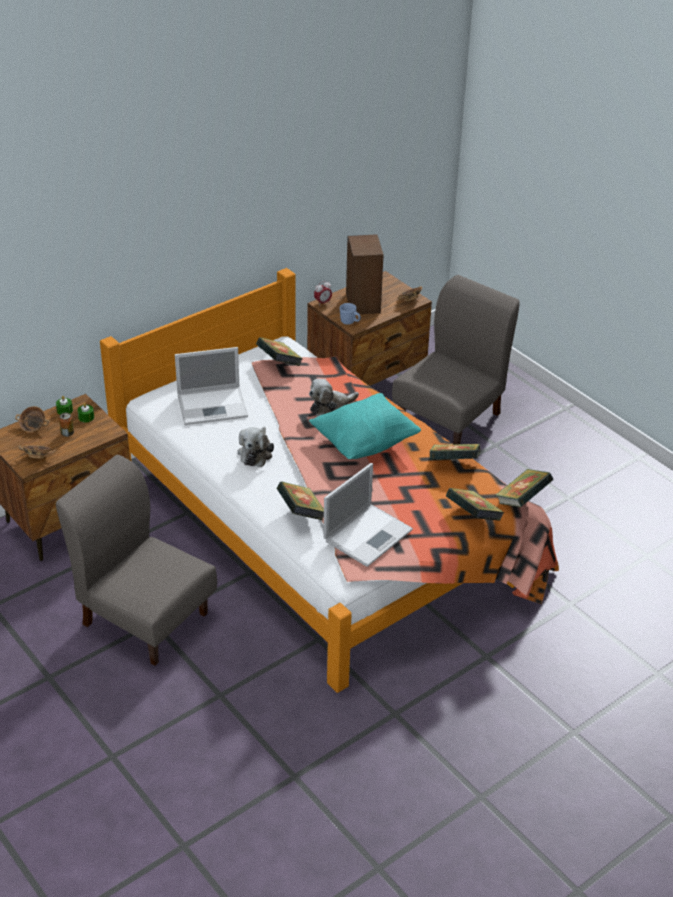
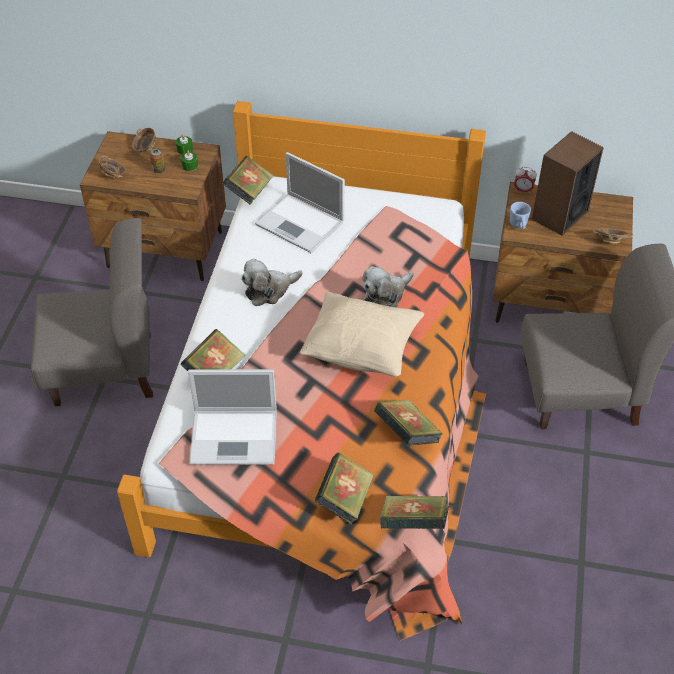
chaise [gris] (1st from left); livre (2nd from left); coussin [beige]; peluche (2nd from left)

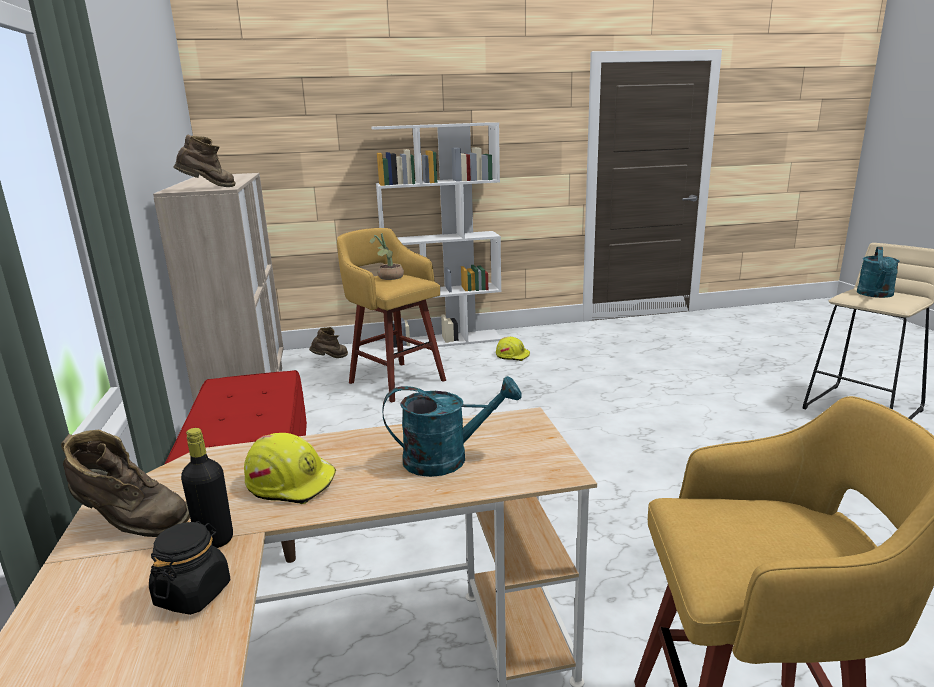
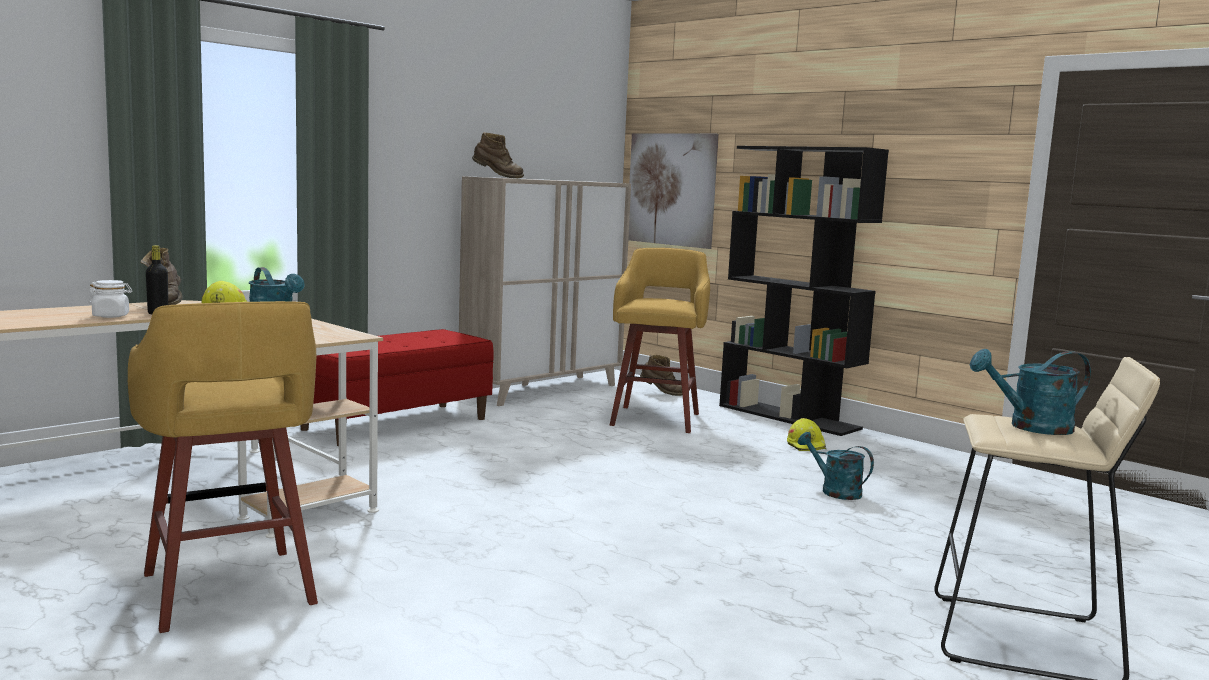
bocal [blanc]; tableau; bibliothèque [noir]; arrosoir [turquoise] (2nd from left); plante en pot

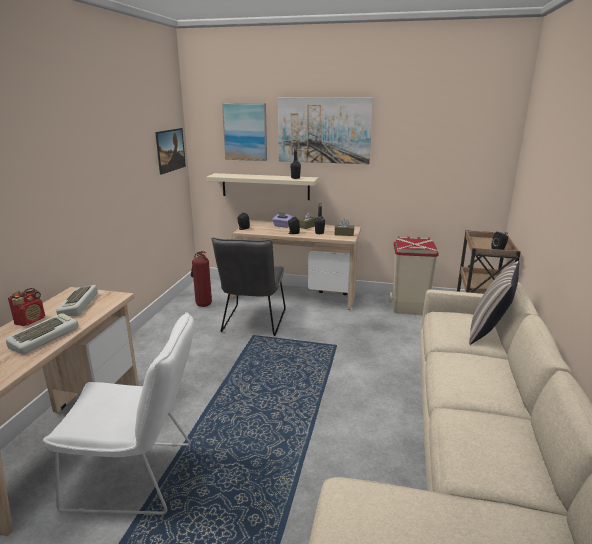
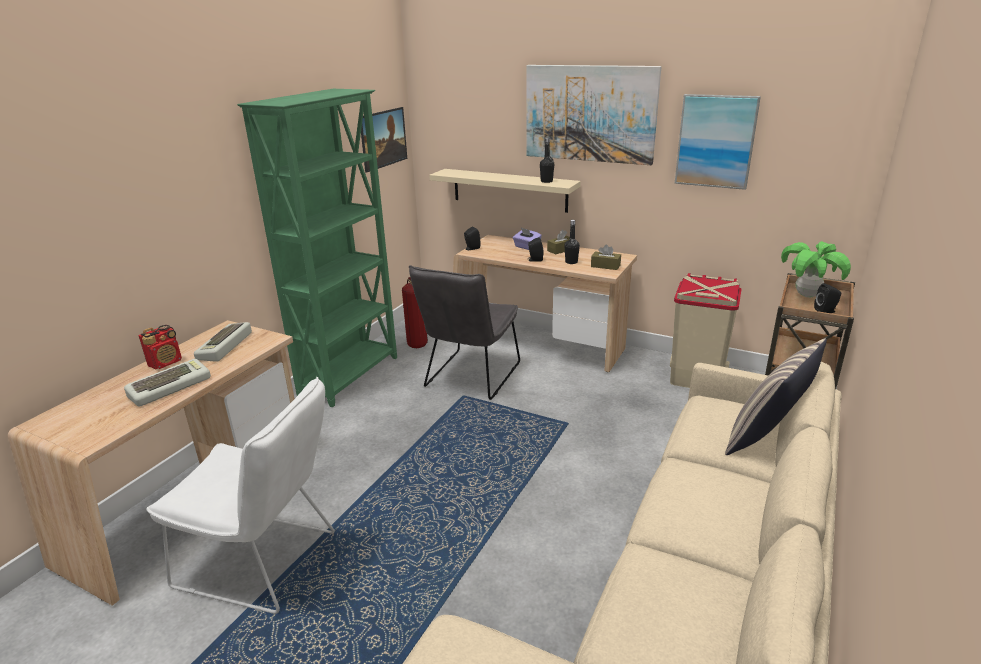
bibliothèque [vert]; tableau (3rd from left); plante en pot

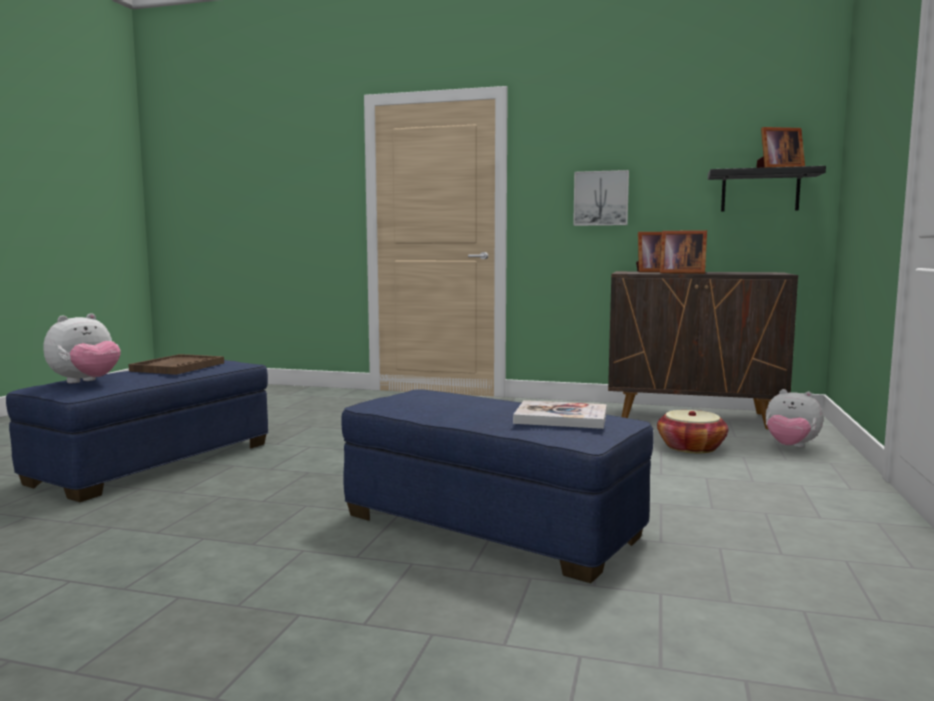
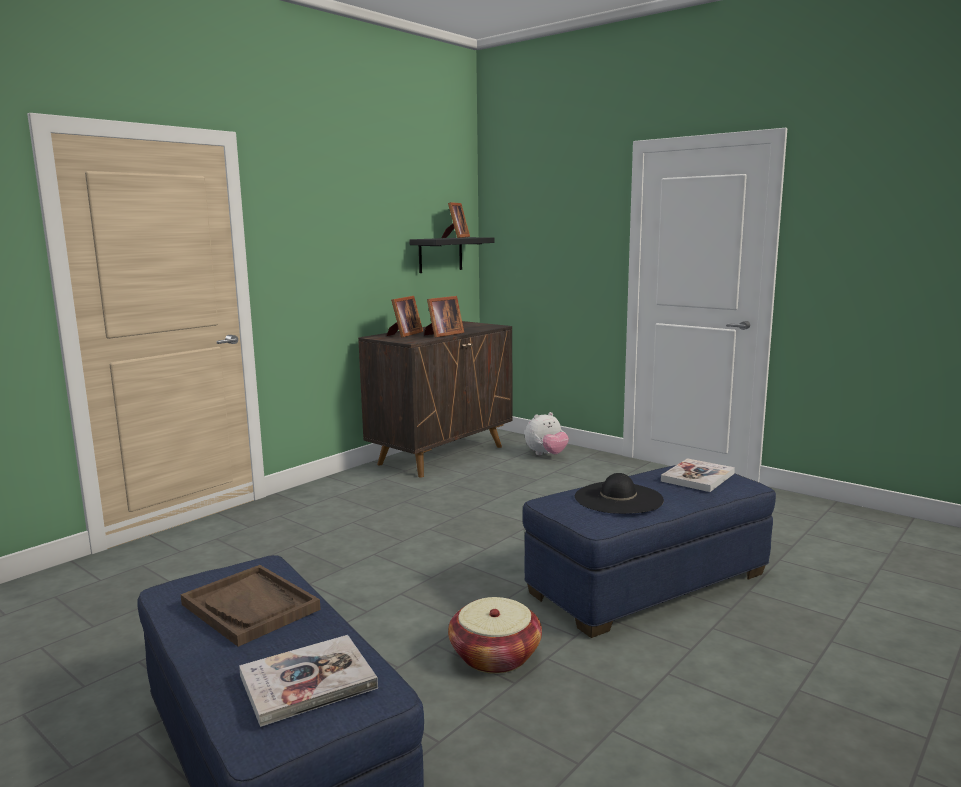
livre (1st from left); panier; chapeau [noir]; tableau

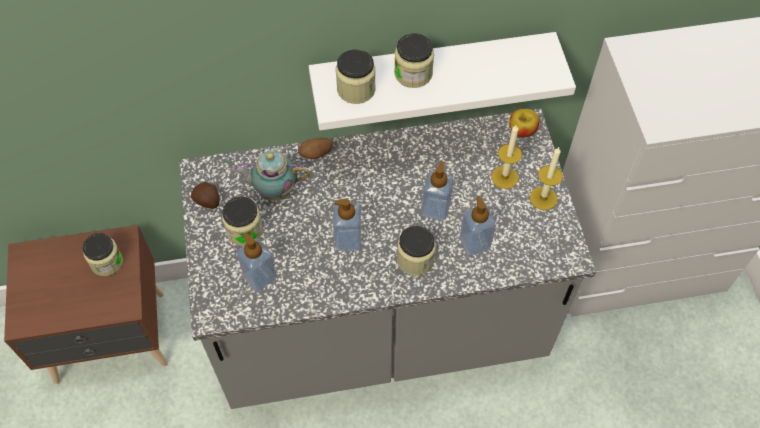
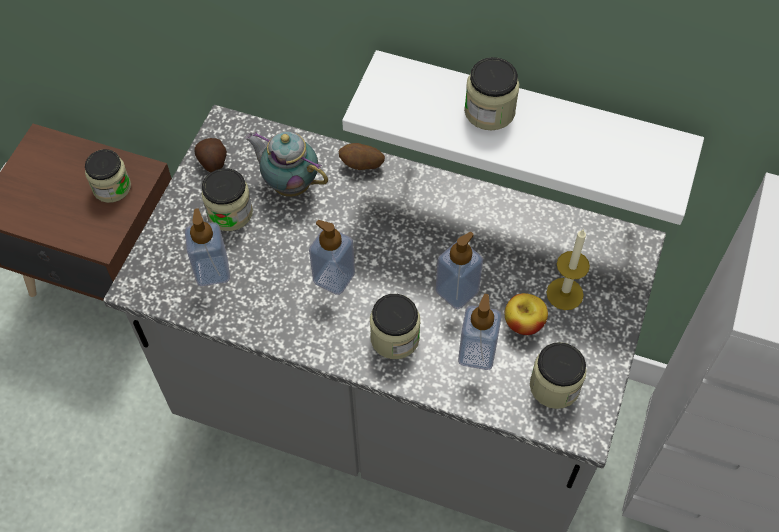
pomme; bocal (5th from left); bougie (2nd from left in the first image)

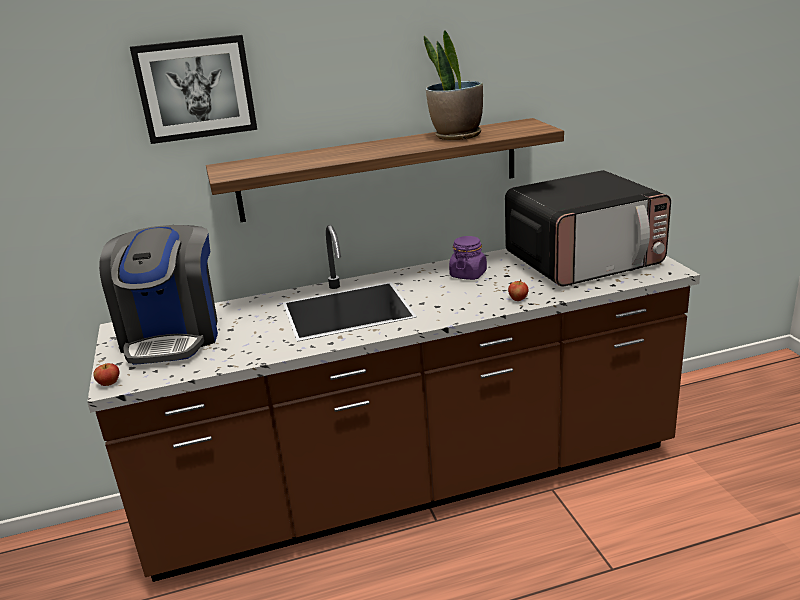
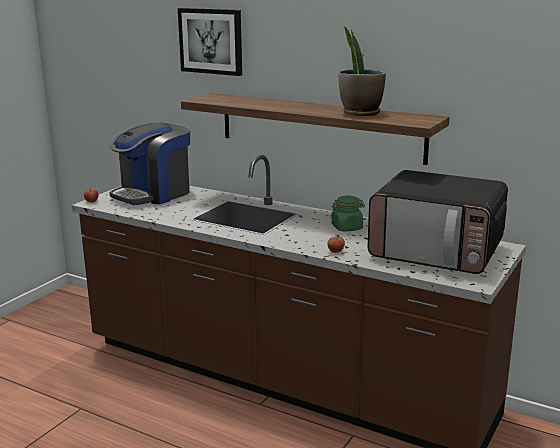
bocal [vert]

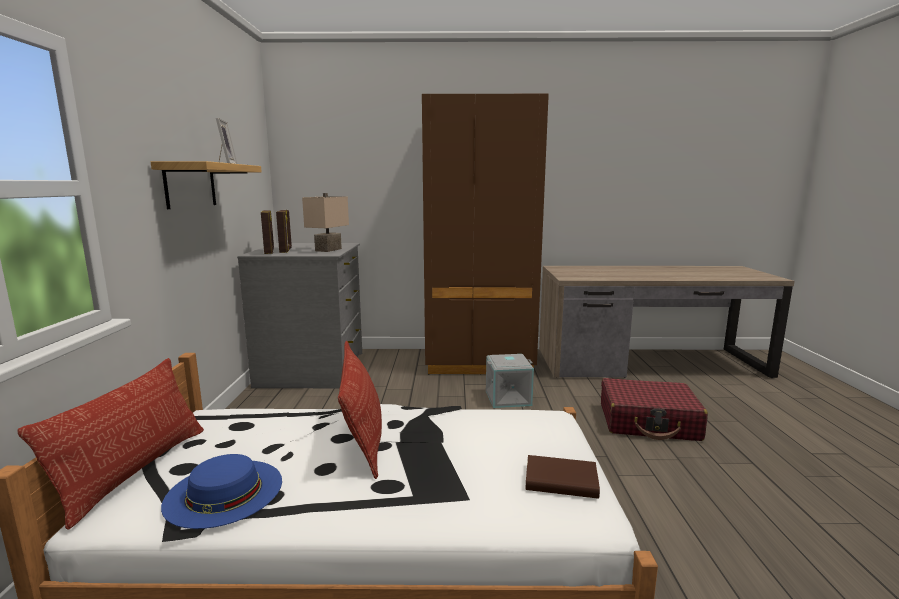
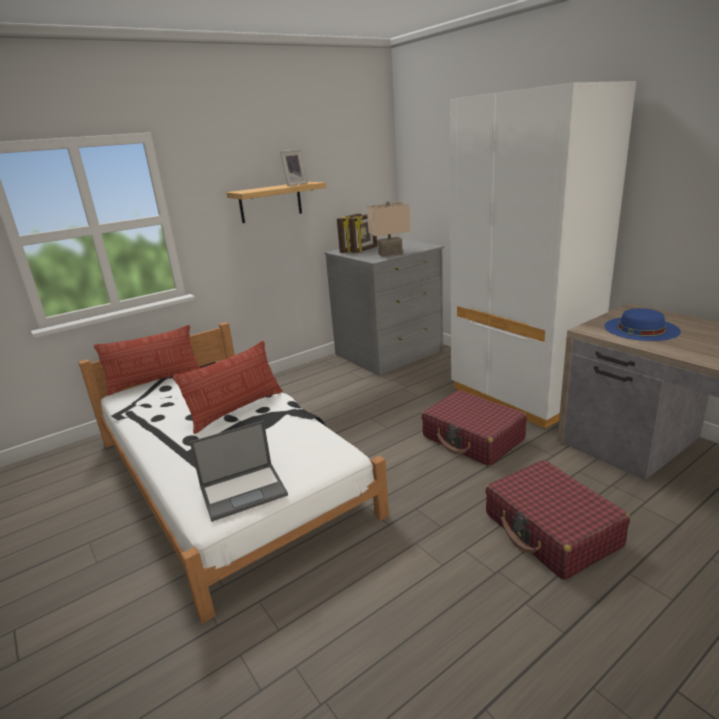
ordinateur portable; valise [rouge] (1st from left); armoire [blanc]; chapeau [bleu]

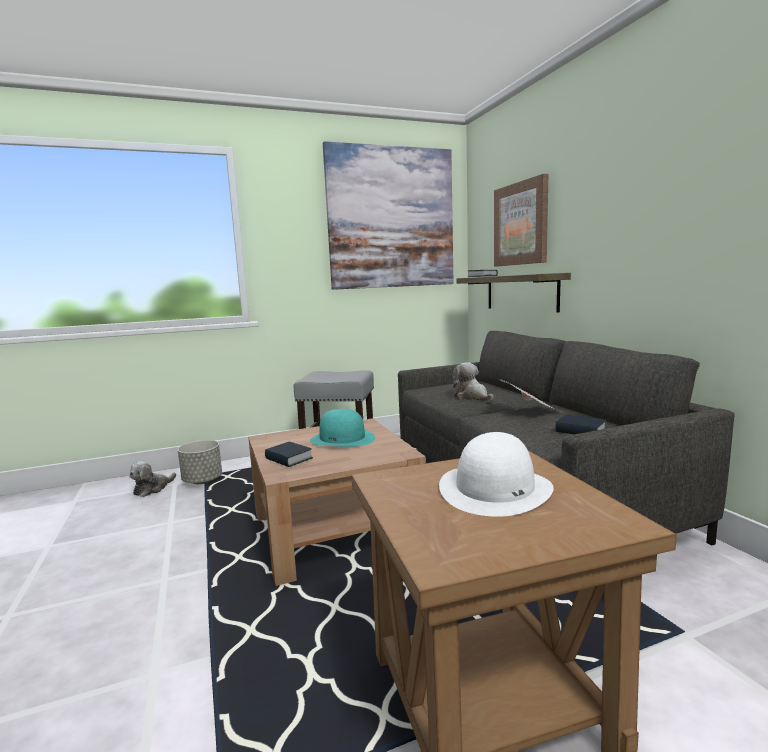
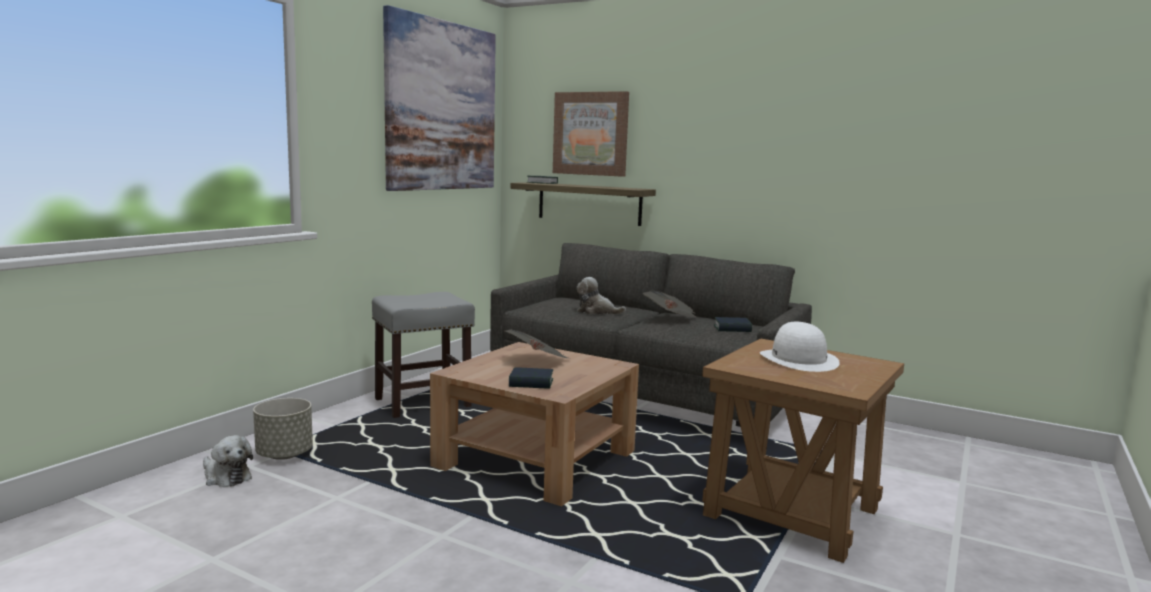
peluche (1st from left); journal (1st from left)

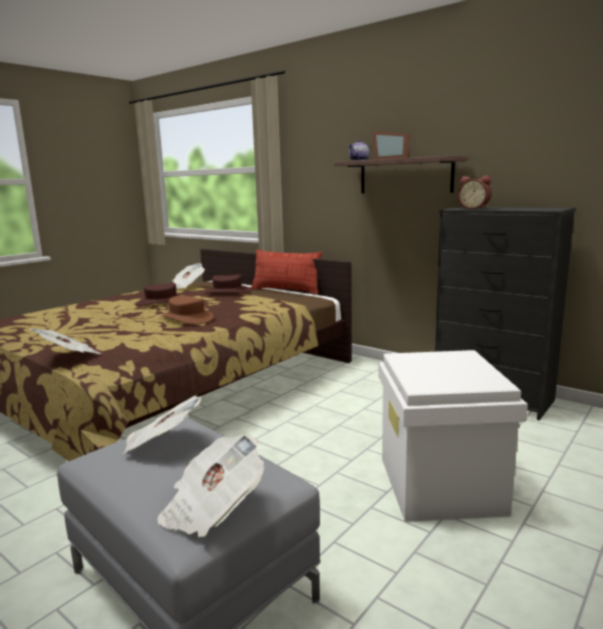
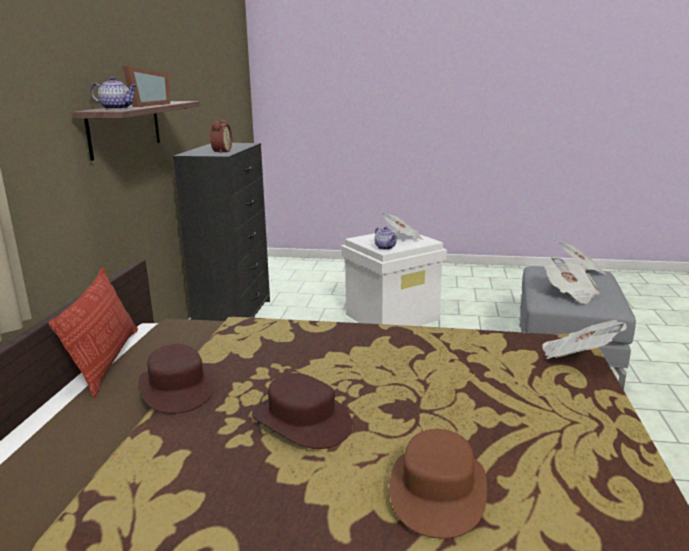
théière (2nd from left); journal (1st from left); chapeau [marron] (3rd from left)

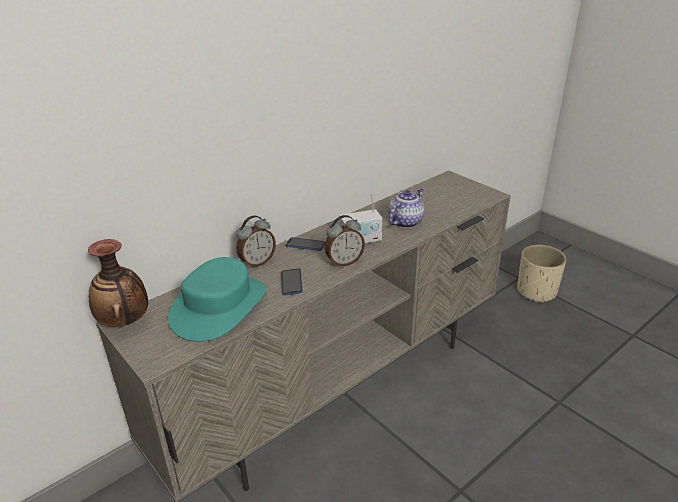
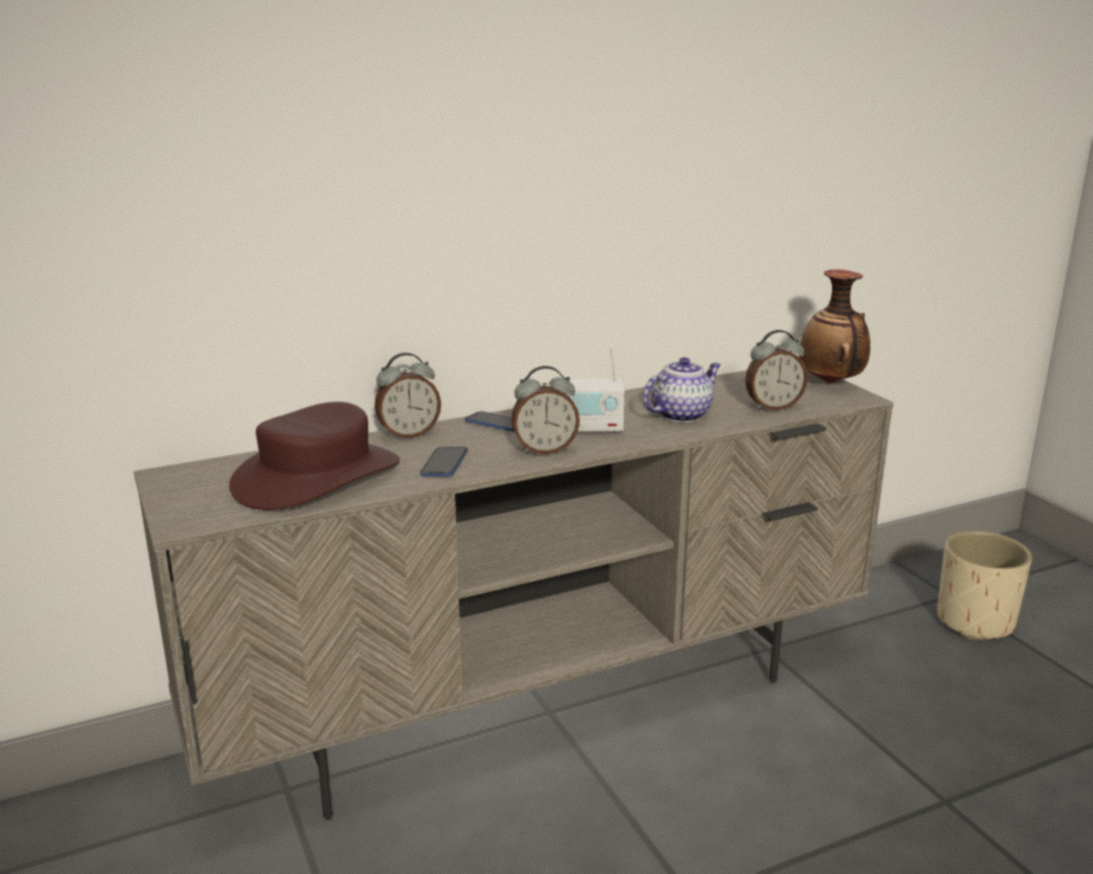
chapeau [marron]; réveil (3rd from left); vase

